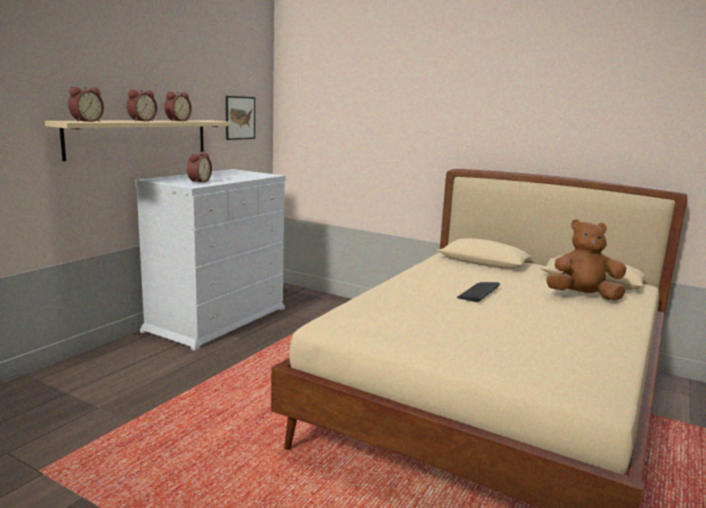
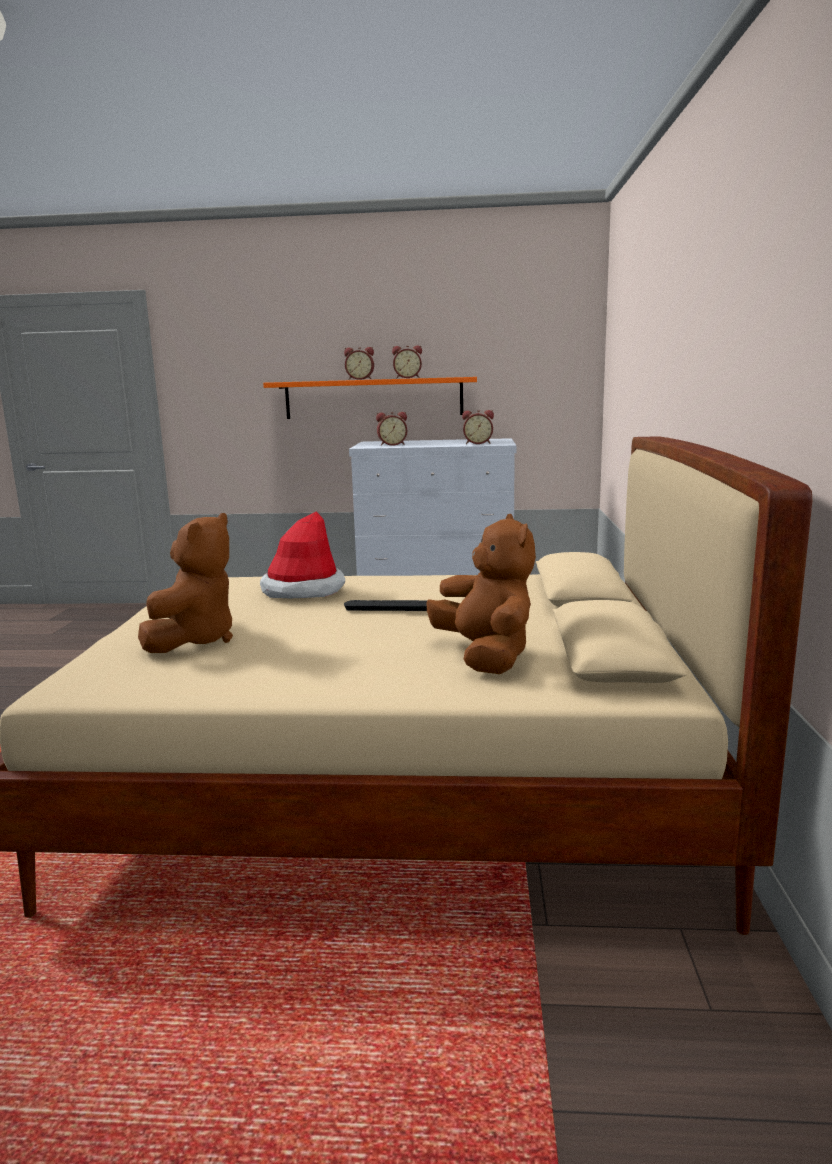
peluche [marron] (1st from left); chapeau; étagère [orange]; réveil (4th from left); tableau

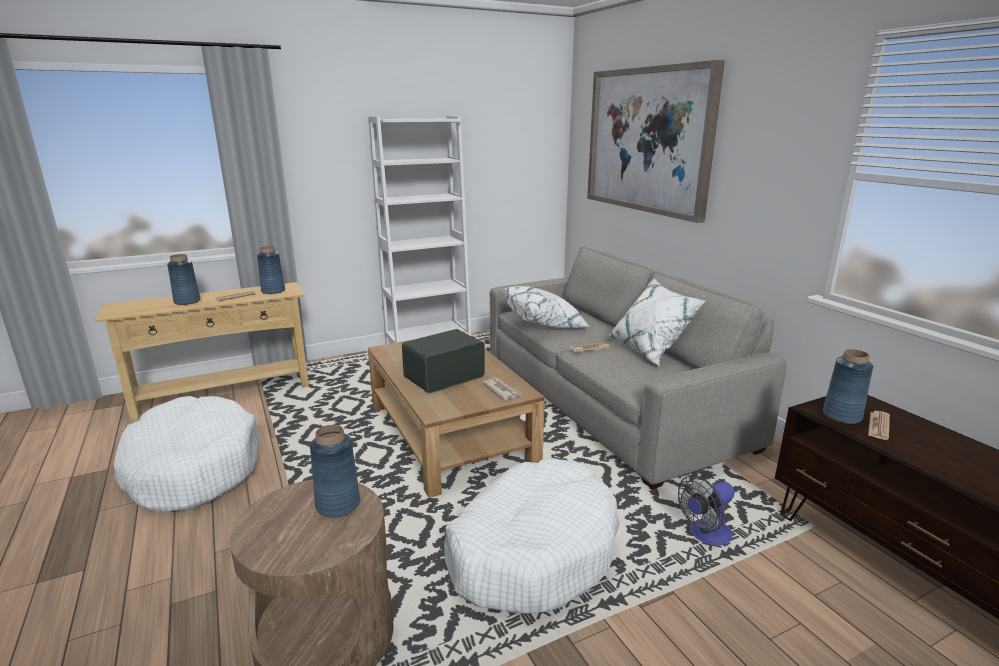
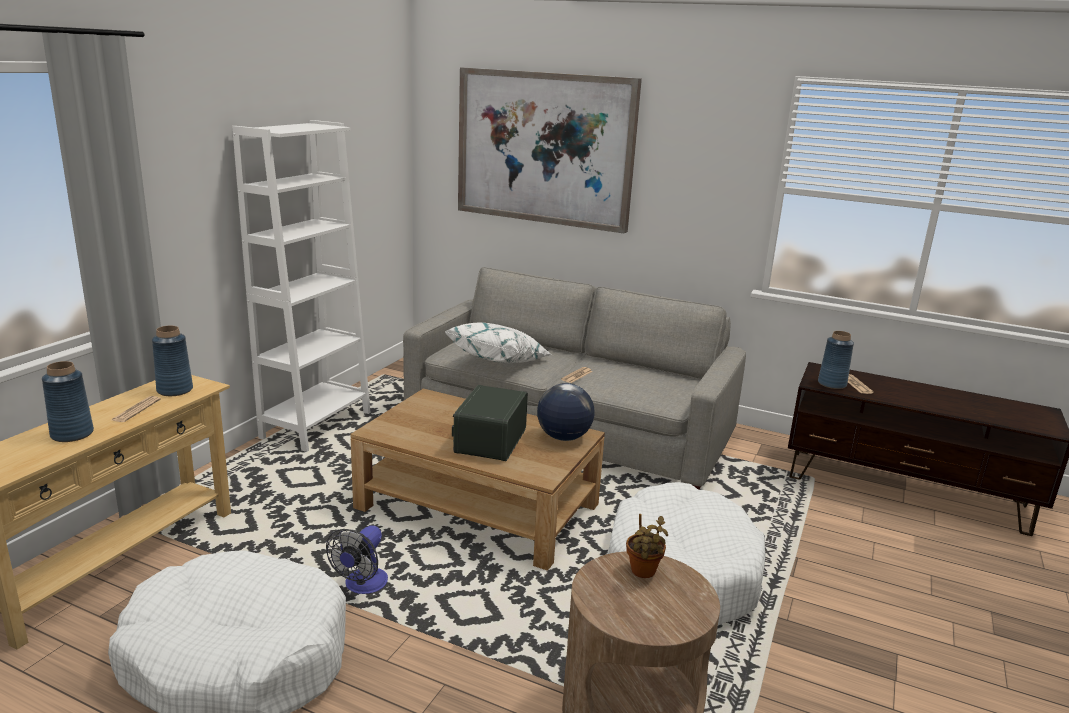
ventilateur; globe; plante en pot; coussin [blanc] (2nd from left in the first image)

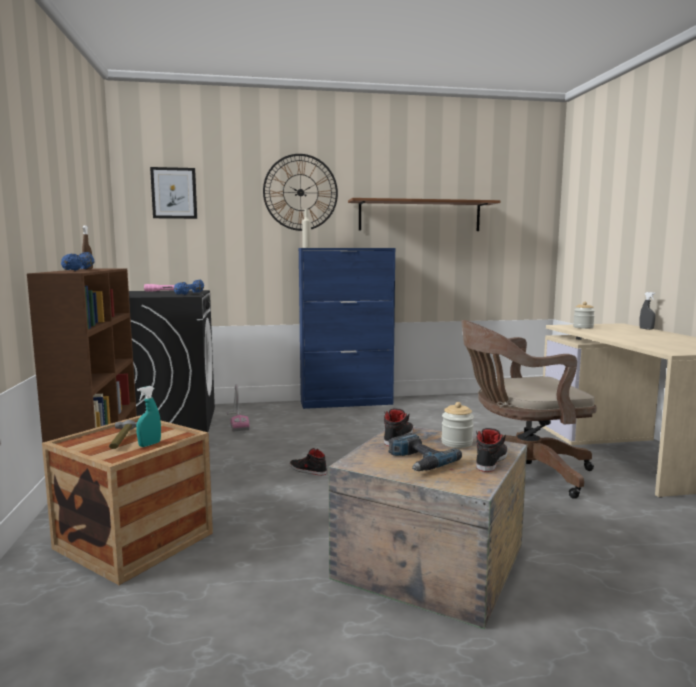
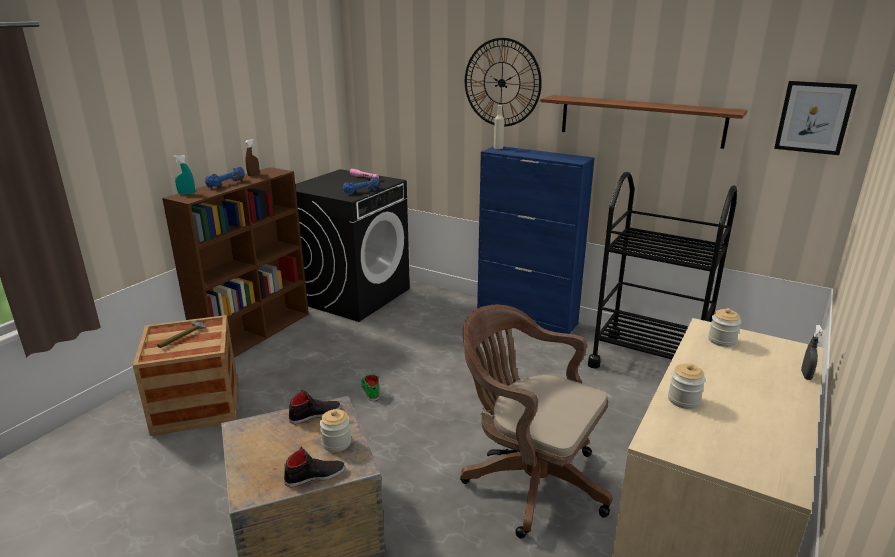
vaporisateur [turquoise]; chaussure [vert]; chariot [noir]; bocal (2nd from left); tableau; aspirateur; perceuse

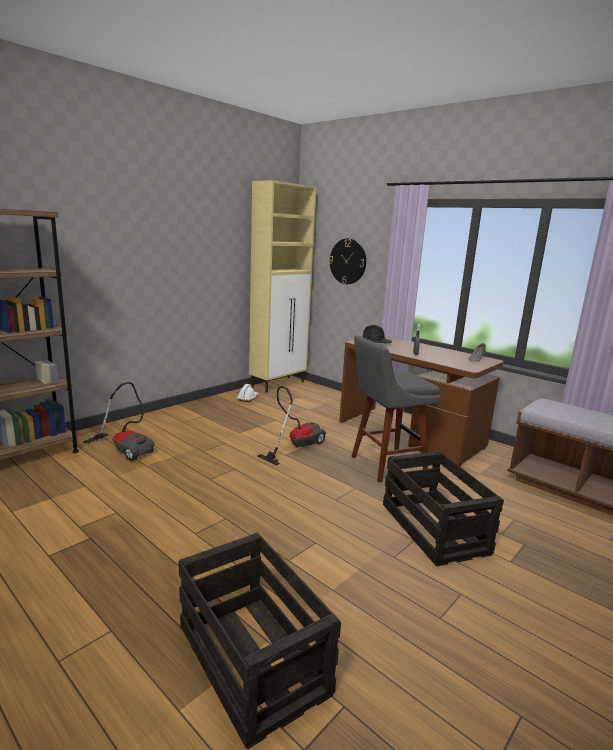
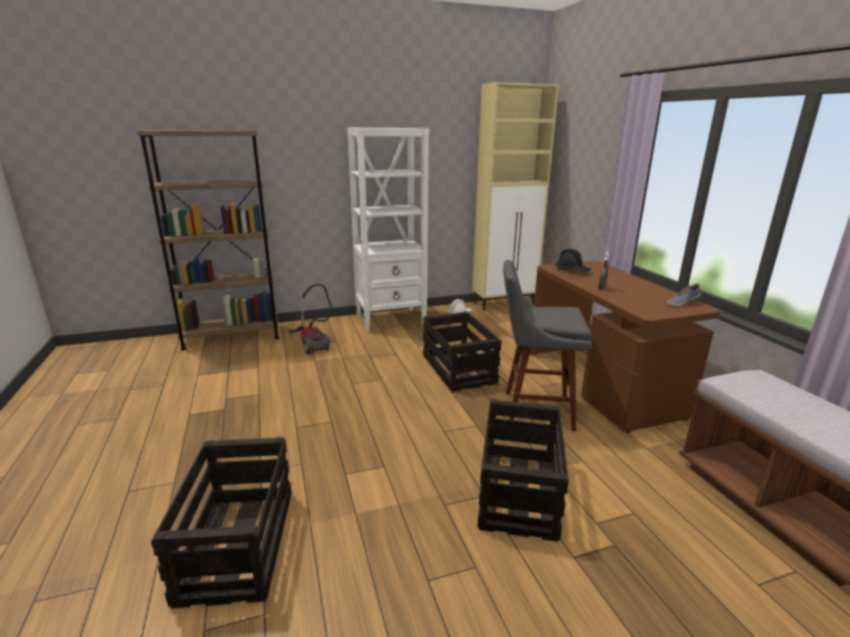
bibliothèque [blanc]; caisse (2nd from left); horloge murale

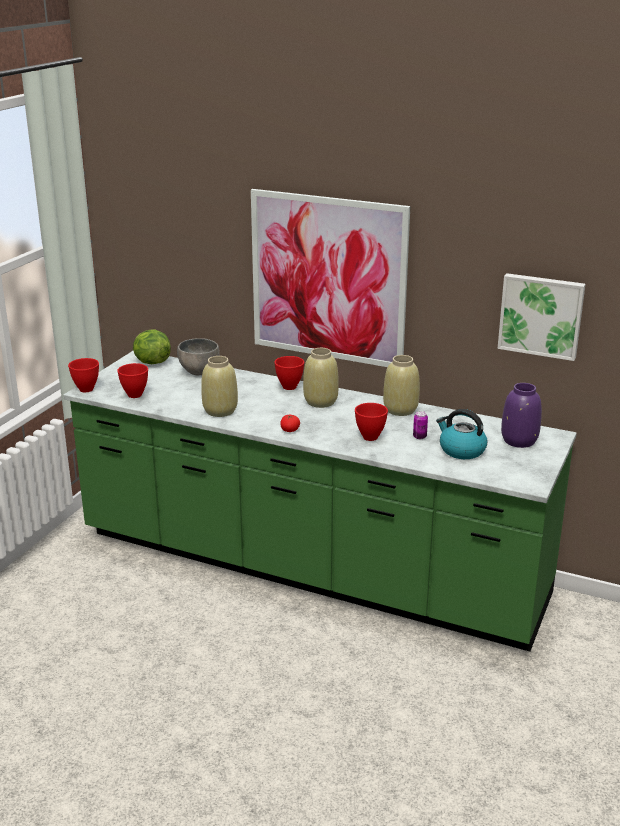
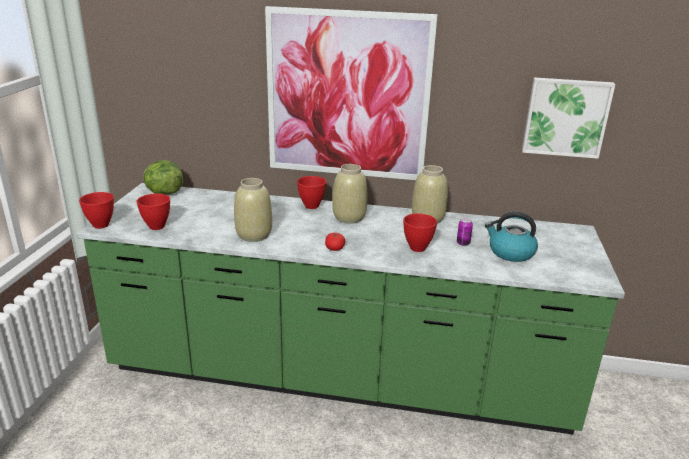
bol [gris]; vase [violet]

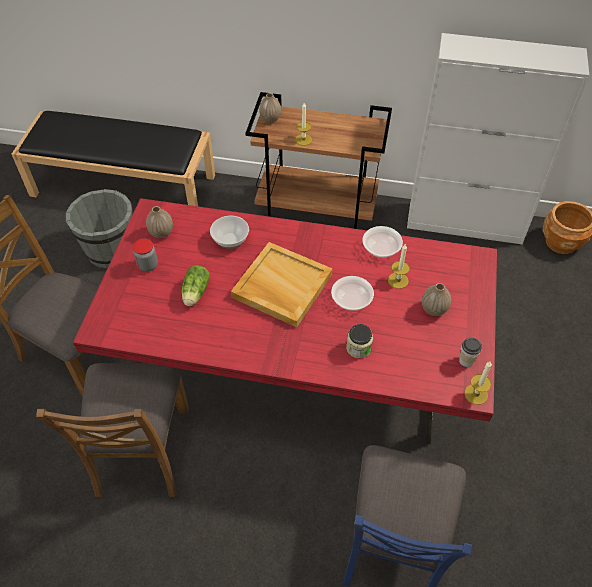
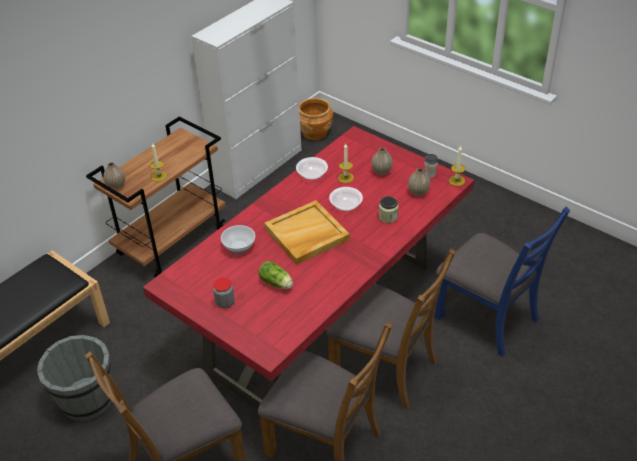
chaise [marron] (3rd from left); vase (3rd from left)

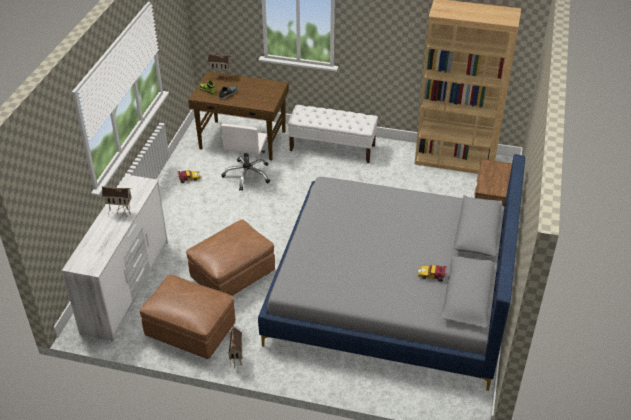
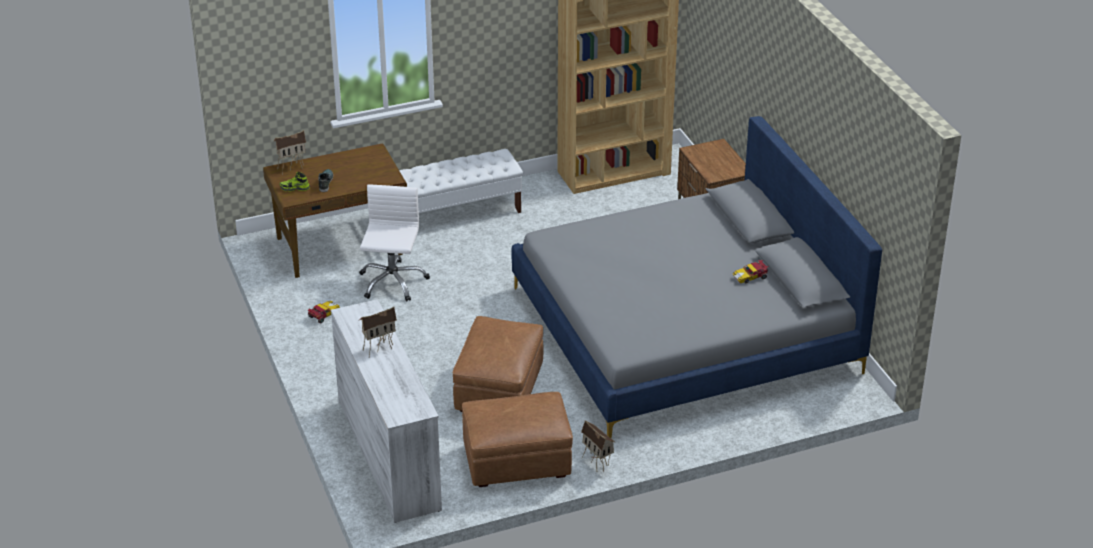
chaise de bureau [blanc]

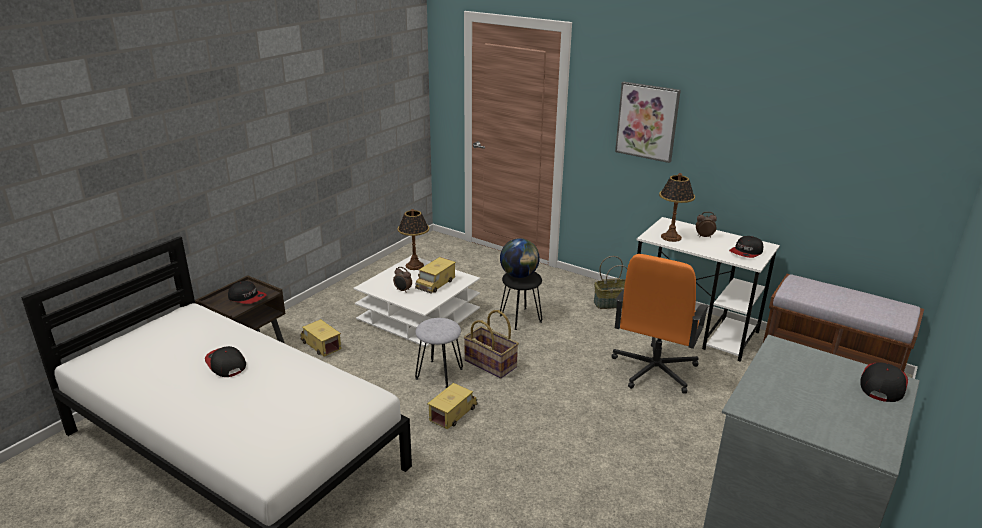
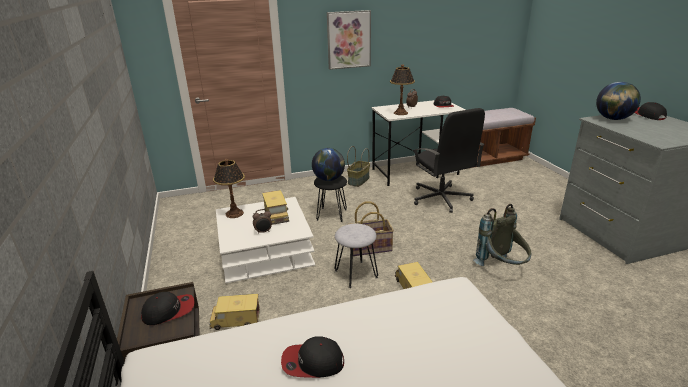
chaise de bureau [noir]; sac à dos [gris]; globe (2nd from left)

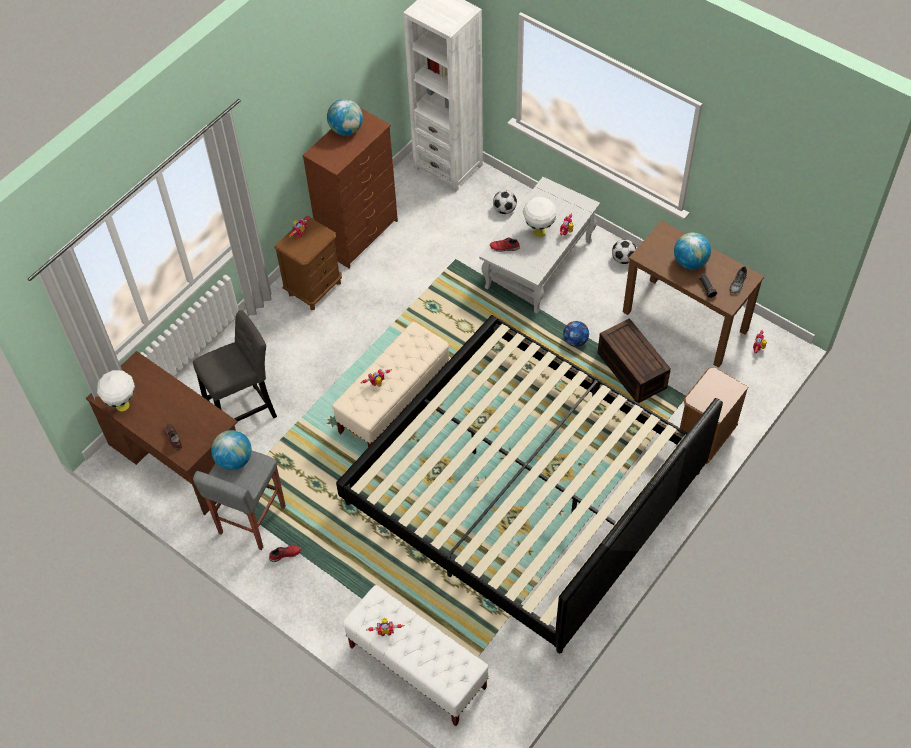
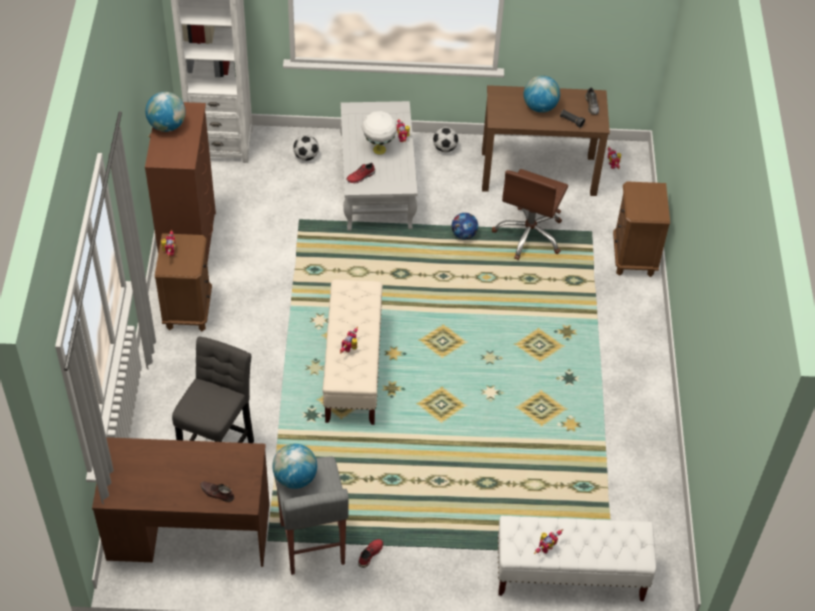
chaise de bureau [marron]; lampe de table [blanc] (1st from left in the first image); lit

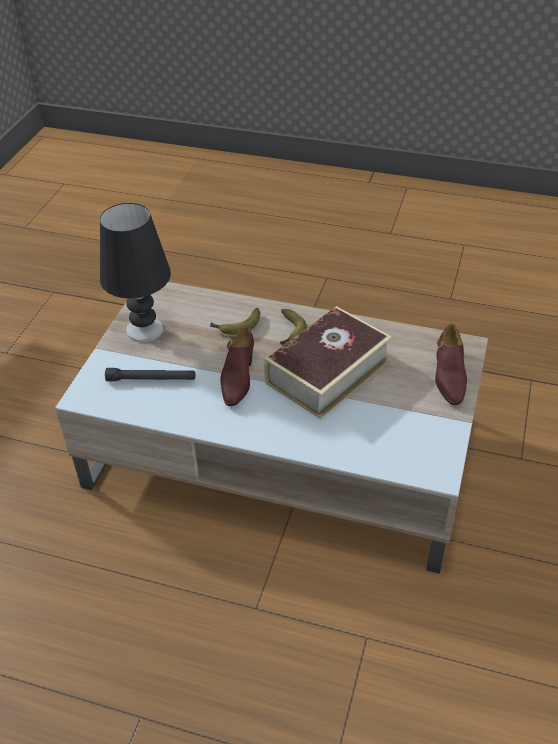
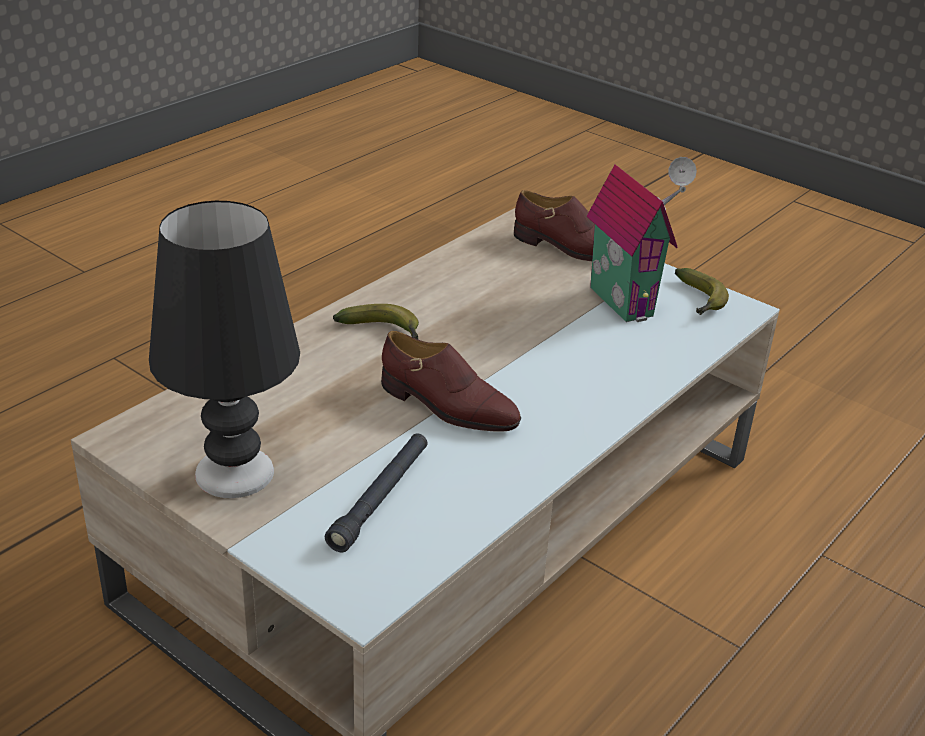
maison miniature; banane (2nd from left); livre

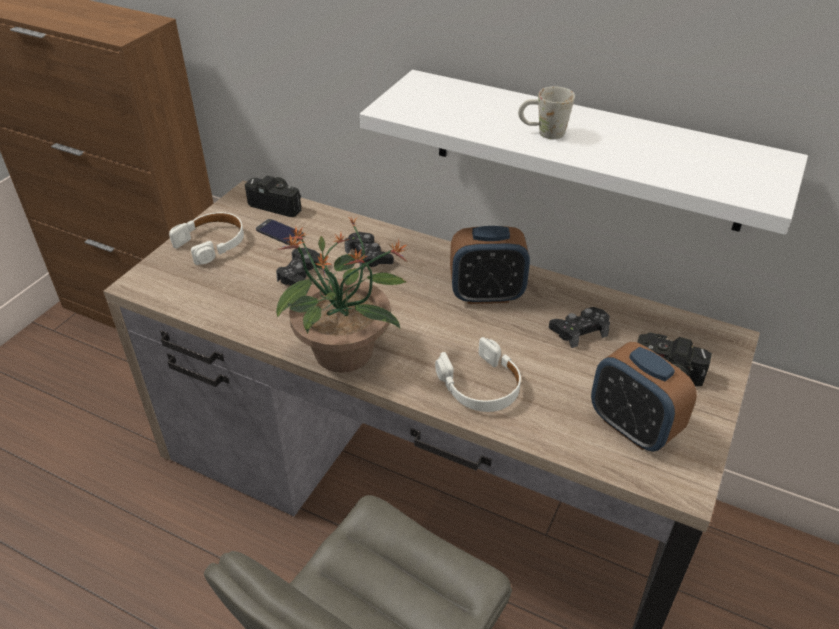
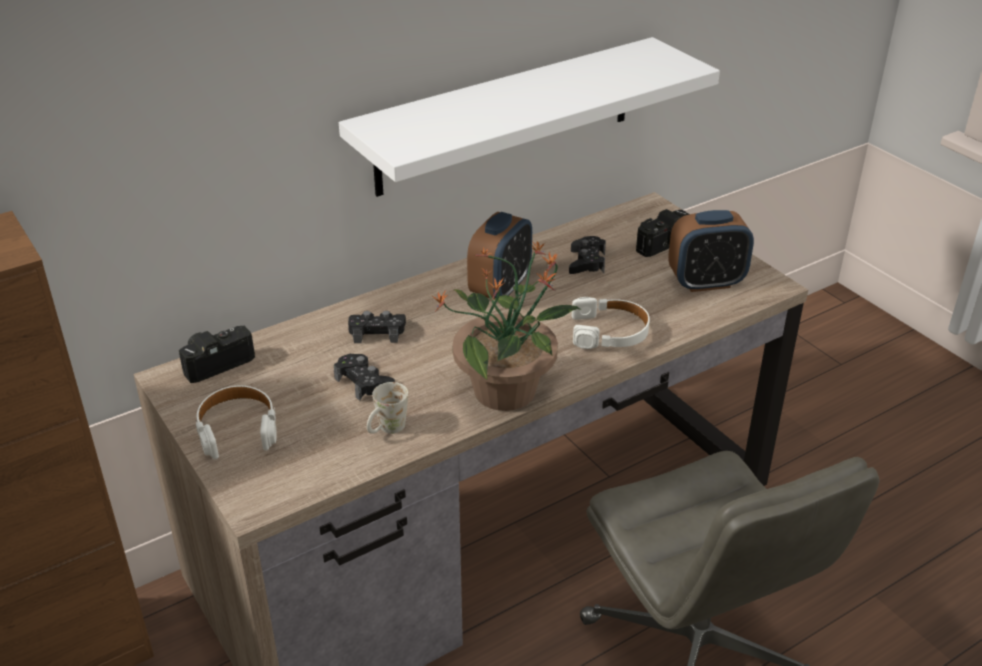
mug [blanc]; téléphone

